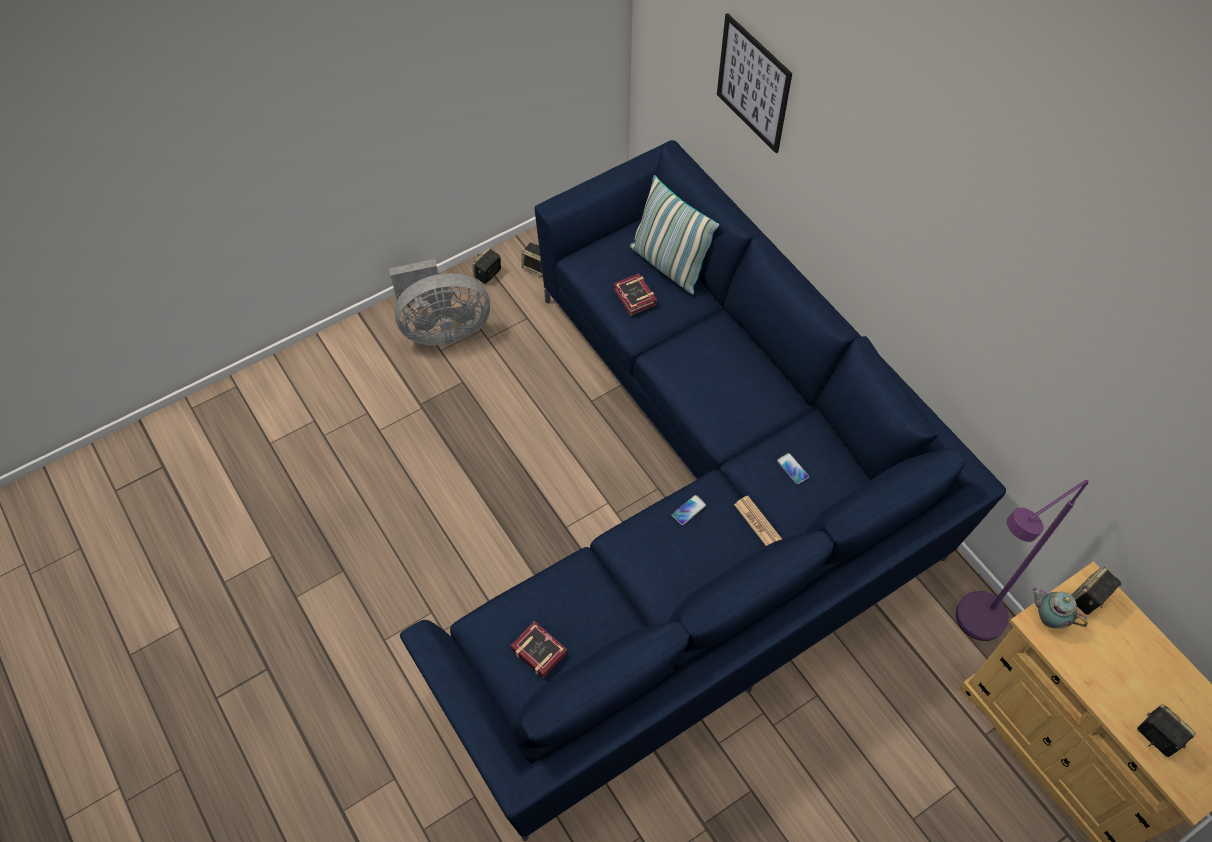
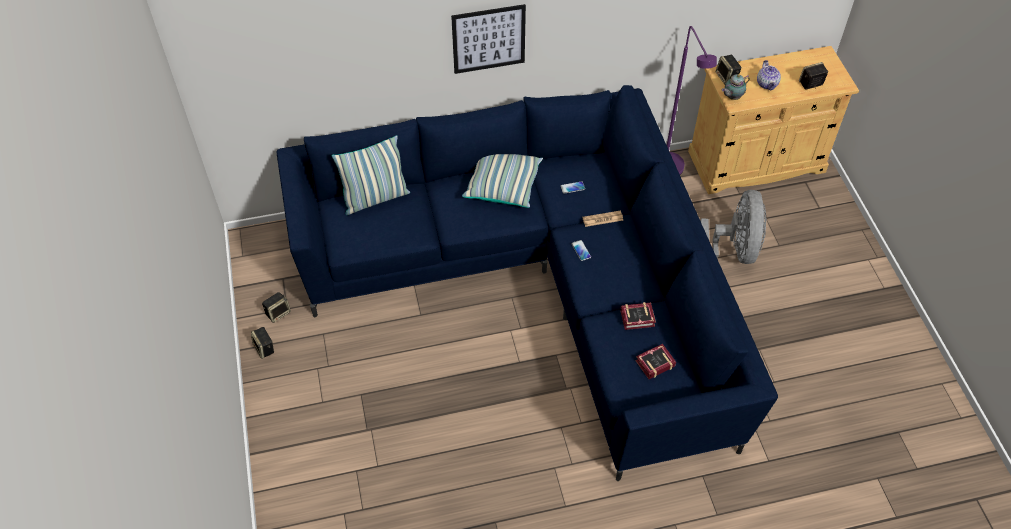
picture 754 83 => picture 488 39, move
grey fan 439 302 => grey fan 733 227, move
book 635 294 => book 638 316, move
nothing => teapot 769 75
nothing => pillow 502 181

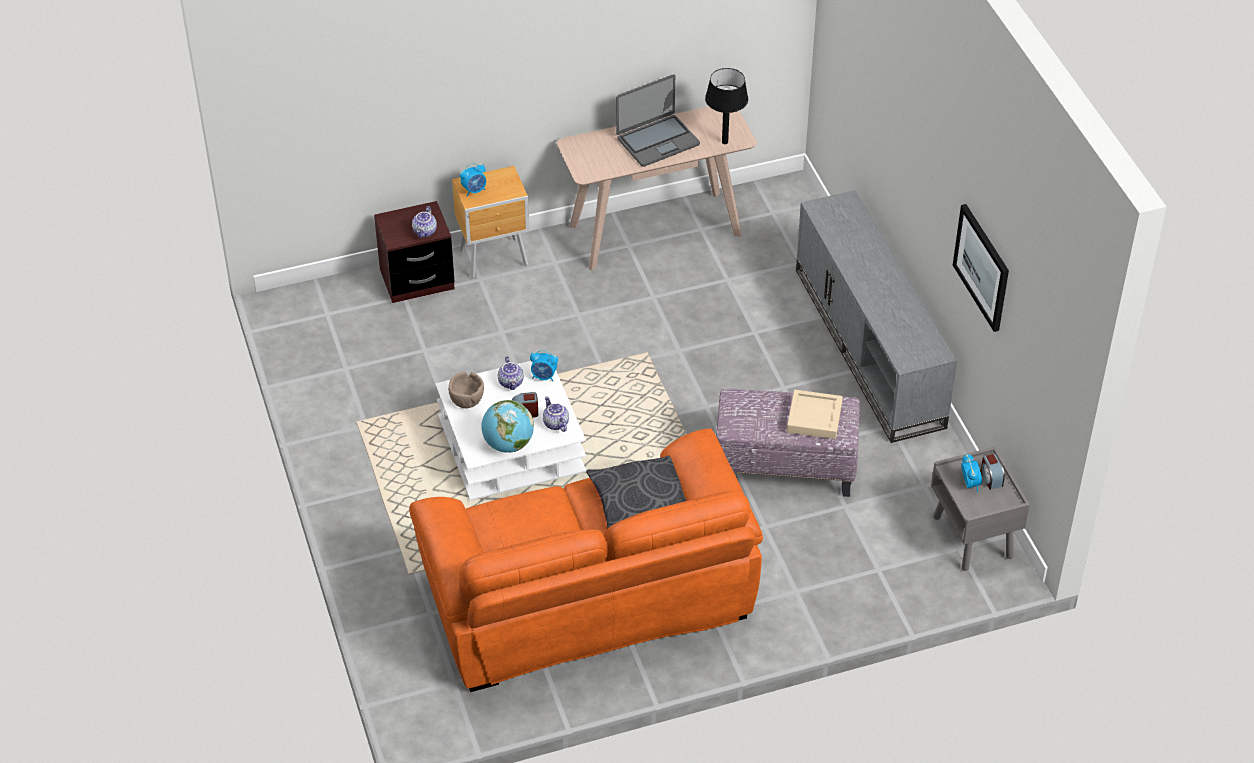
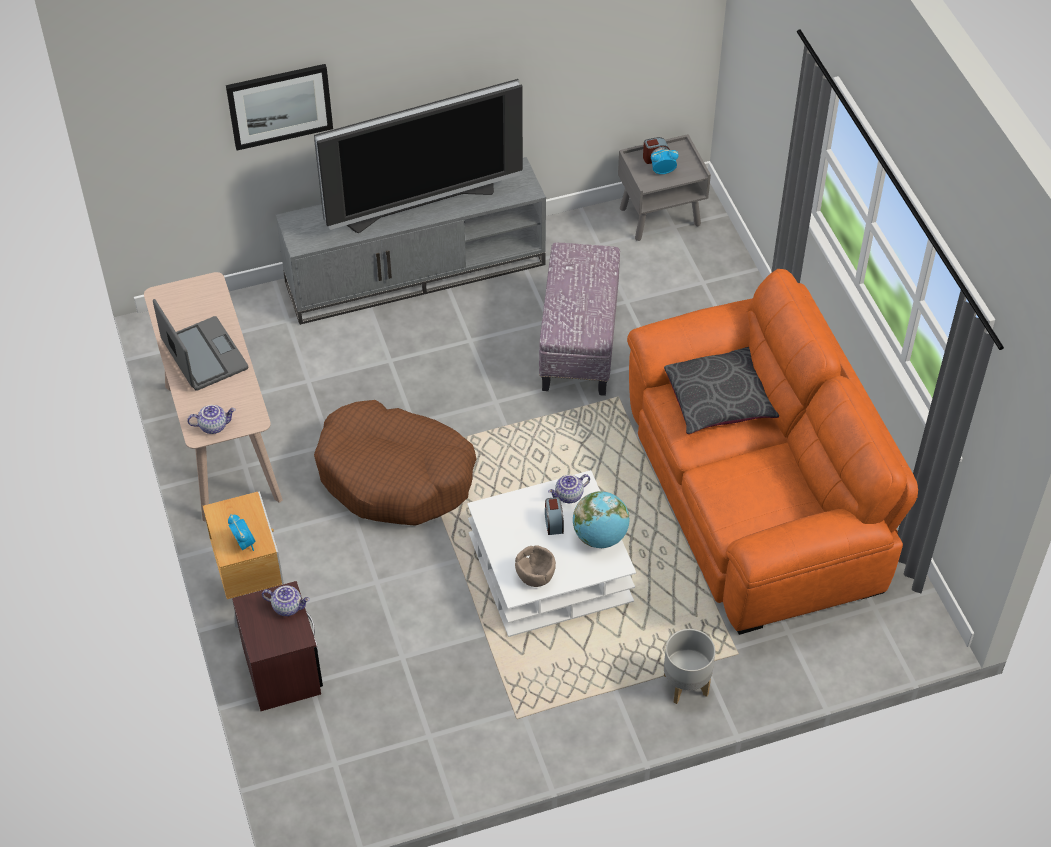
black table lamp 726 106 => nothing
picture 981 268 => picture 279 107, move
alarm clock 544 365 => nothing
teapot 511 373 => teapot 211 419, move
beige tray 815 414 => nothing
nothing => television 418 156
nothing => brown dog bed 395 463
nothing => grey planter 689 666

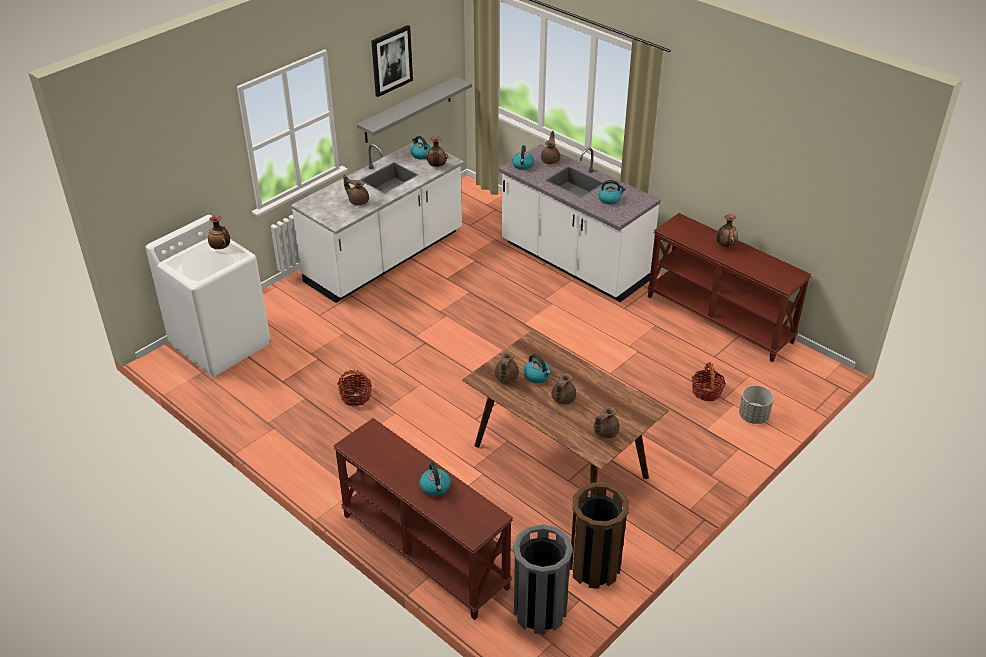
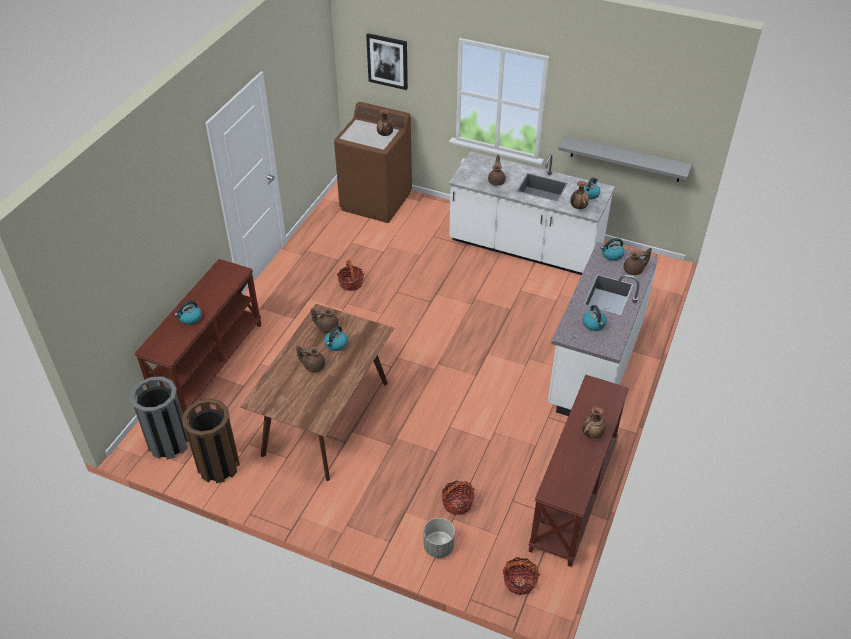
picture 392 61 => picture 387 61, move
white washing machine 208 296 => brown washing machine 373 162
brown teapot 606 422 => nothing
nothing => basket 521 576

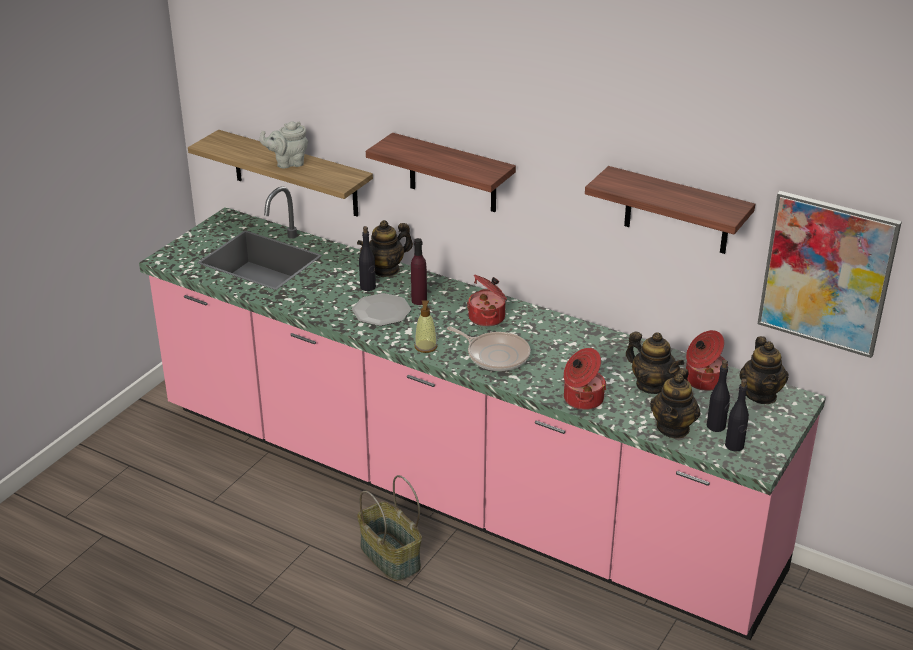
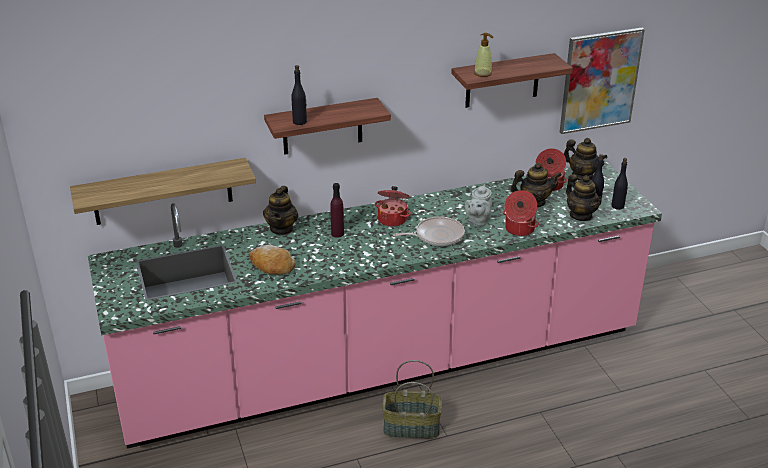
grey teapot 283 144 => grey teapot 478 205, move
black bottle 367 258 => black bottle 299 95, move
plate 381 309 => nothing
soap dispenser 425 326 => soap dispenser 484 55, move
nothing => bread 272 260

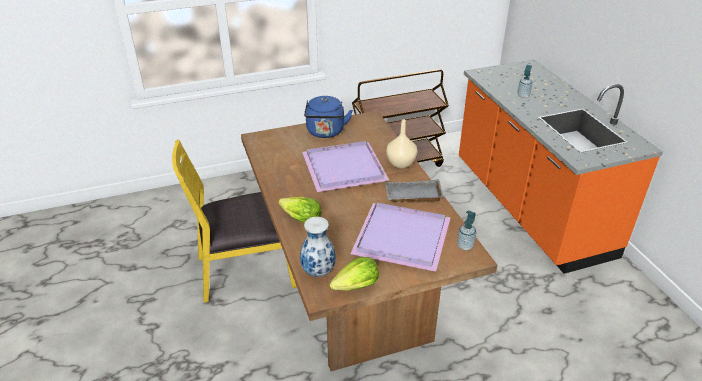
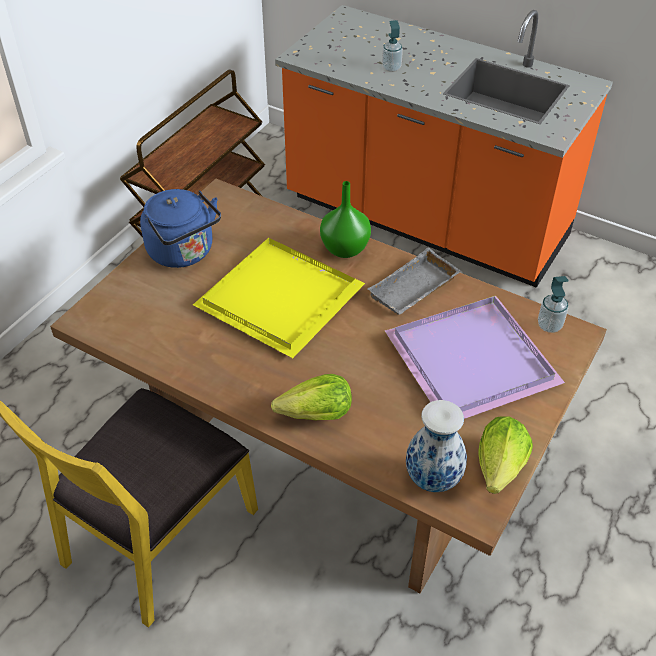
beige vase 401 144 => green vase 345 219
purple tray 346 166 => yellow tray 279 298

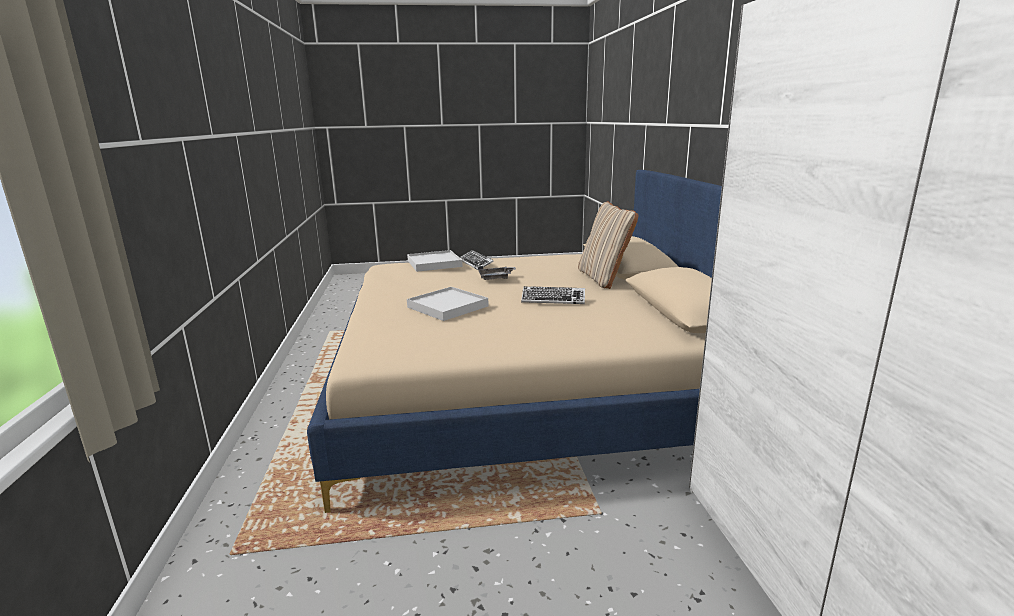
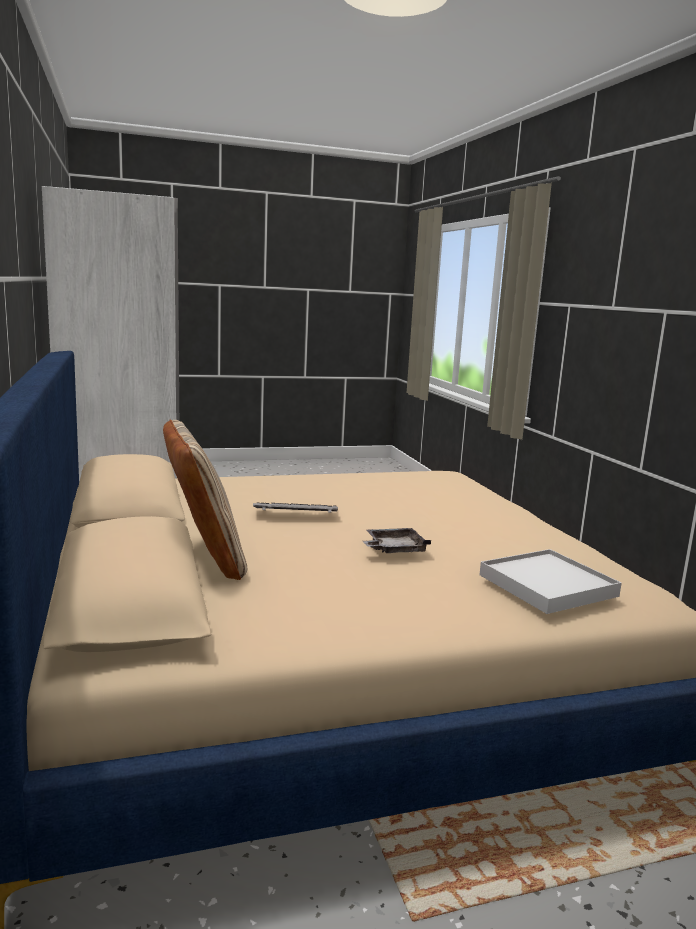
keyboard 477 260 => nothing
white tray 448 304 => nothing

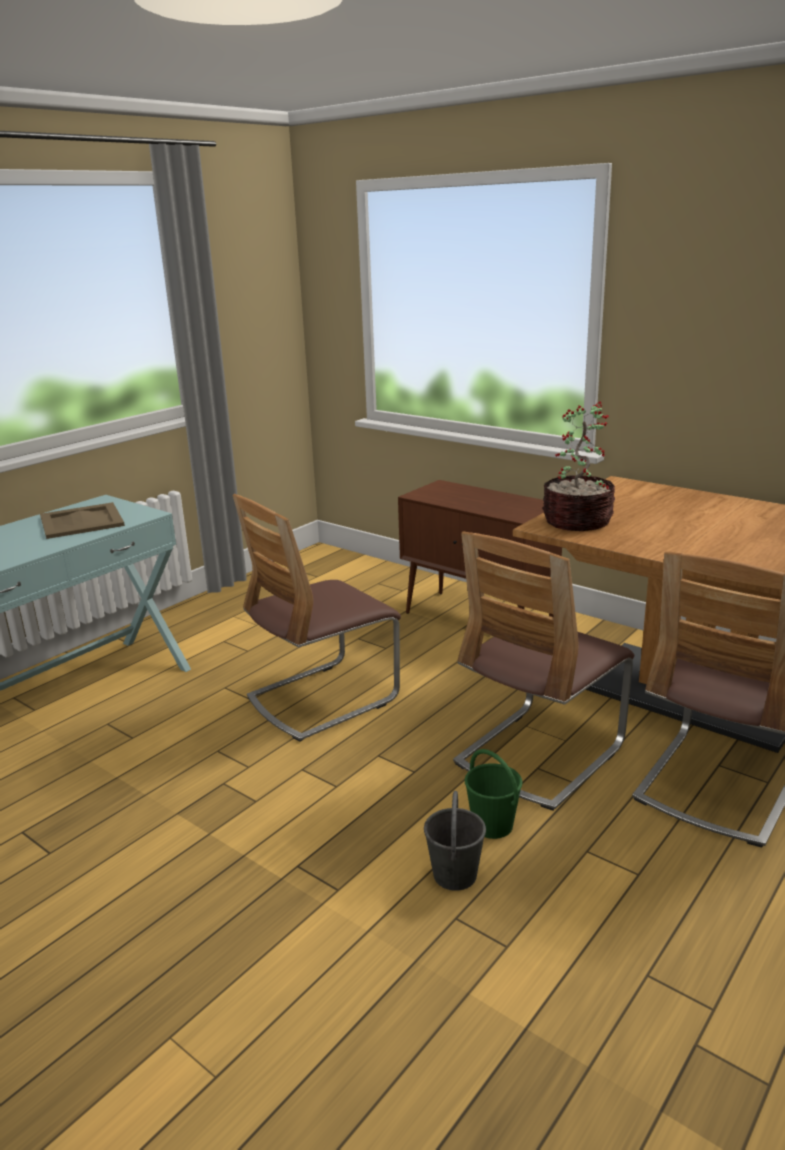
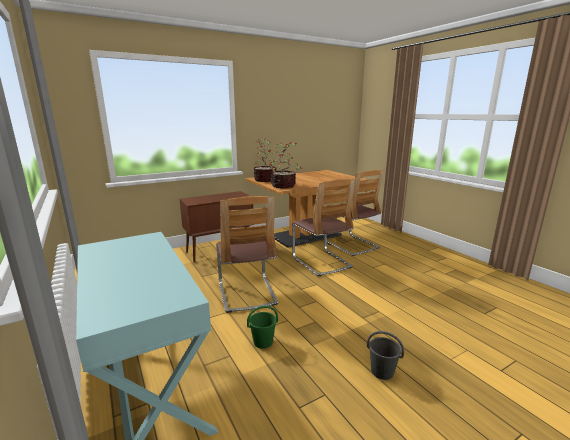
beige tray 82 520 => nothing
green bucket 494 794 => green bucket 262 327, move
grey bucket 455 841 => grey bucket 385 355, move
nothing => potted plant 265 160

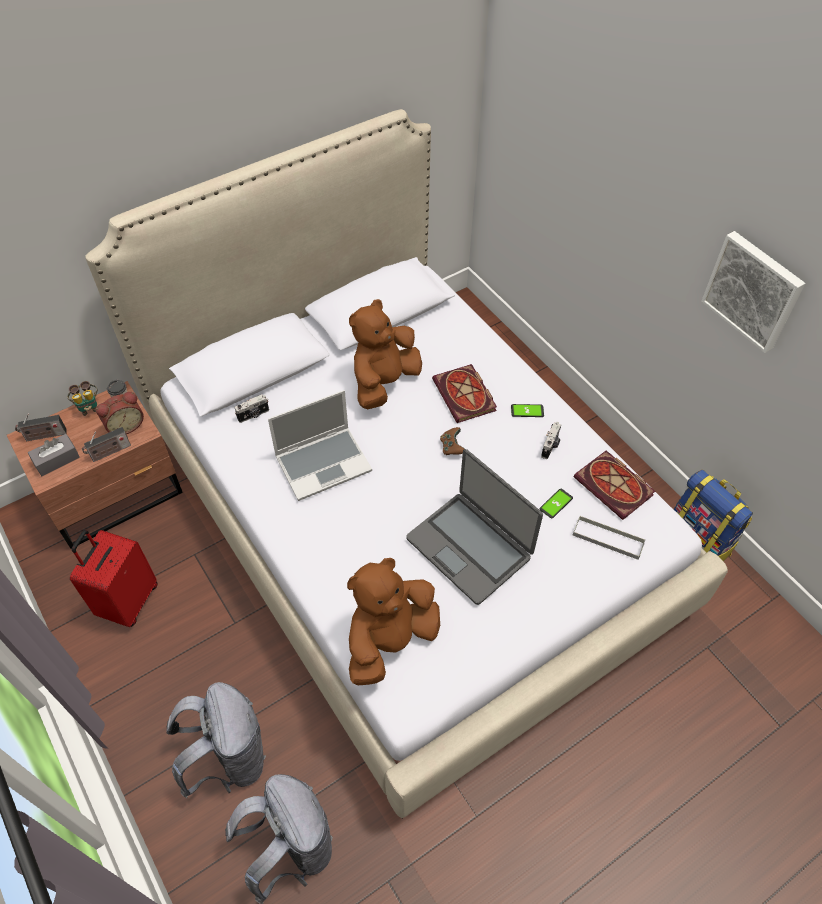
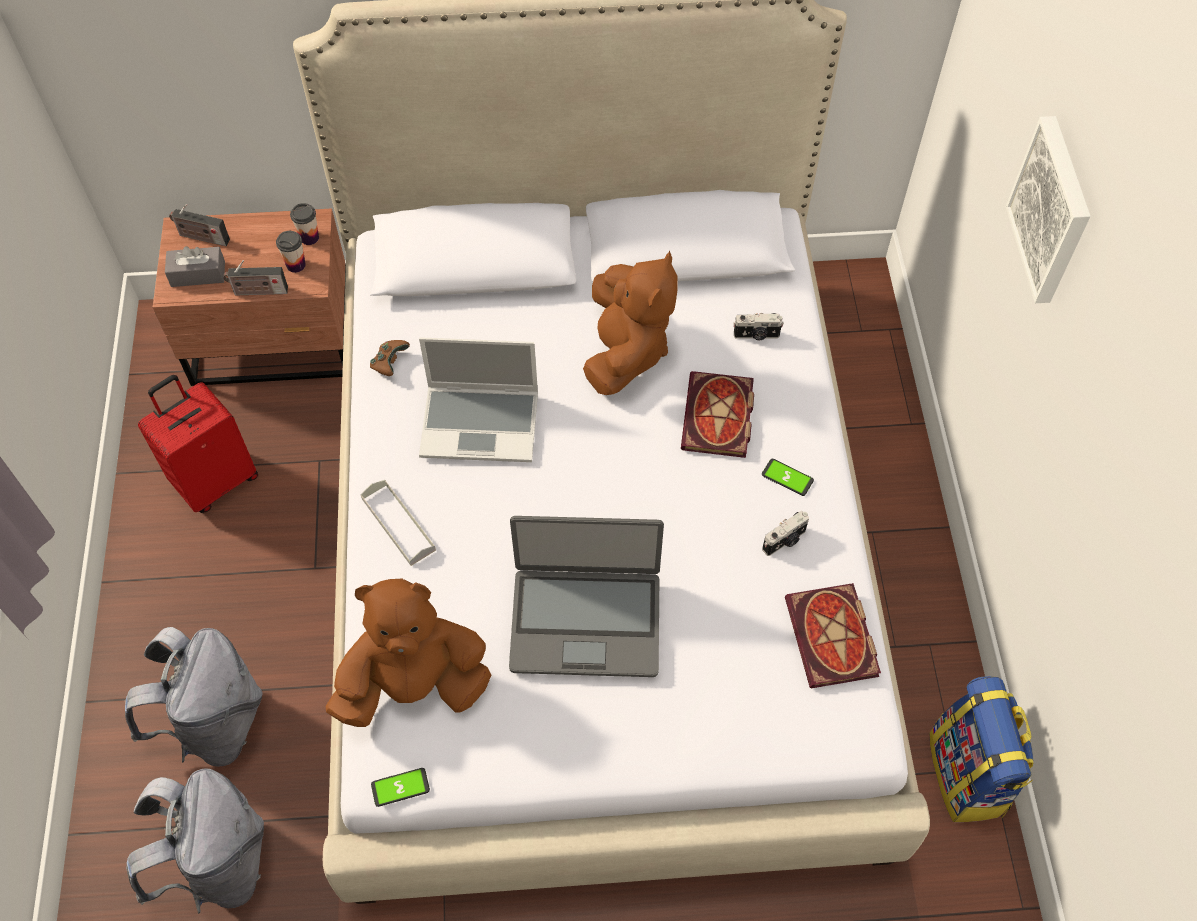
picture 753 292 => picture 1048 209, move
brown plush toy 385 354 => brown plush toy 630 322, 120 degrees clockwise
binoculars 82 398 => nothing
alarm clock 120 413 => cup 291 252
photo camera 251 408 => photo camera 758 326, move
brown game controller 452 441 => brown game controller 390 358, move
laptop 474 527 => laptop 586 596, 75 degrees counterclockwise
phone 556 503 => phone 400 787, move
grey tray 609 537 => grey tray 398 523, move

